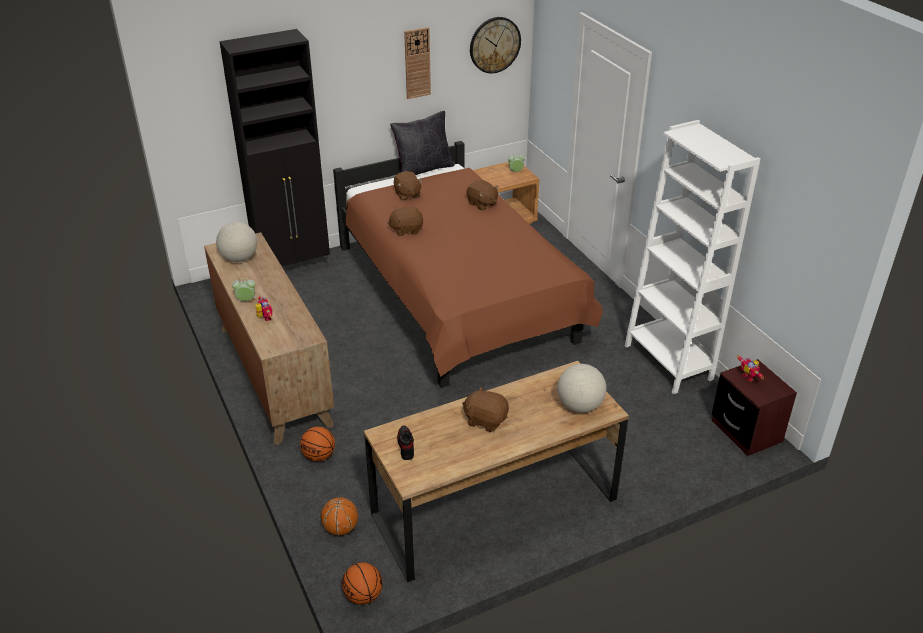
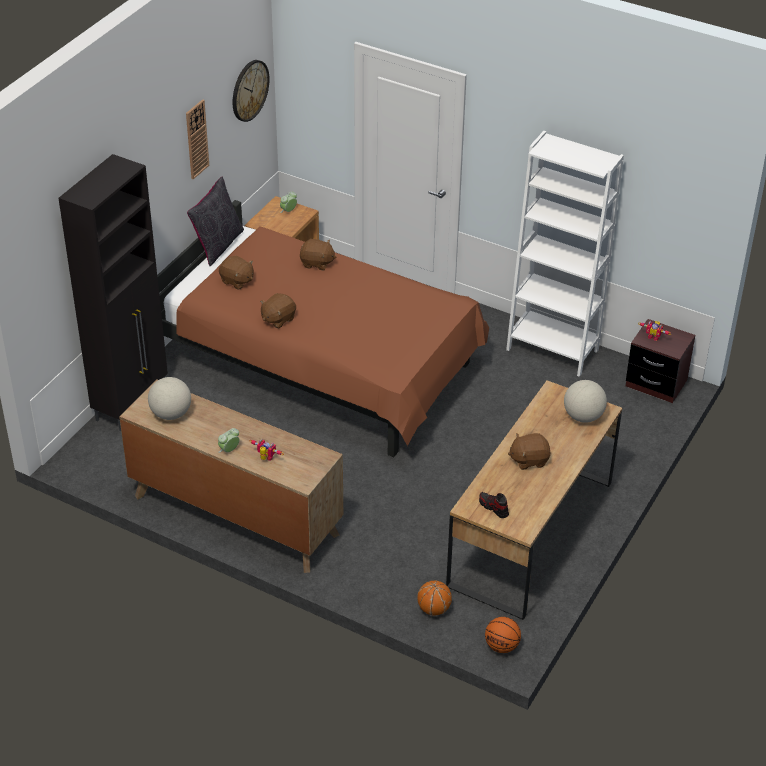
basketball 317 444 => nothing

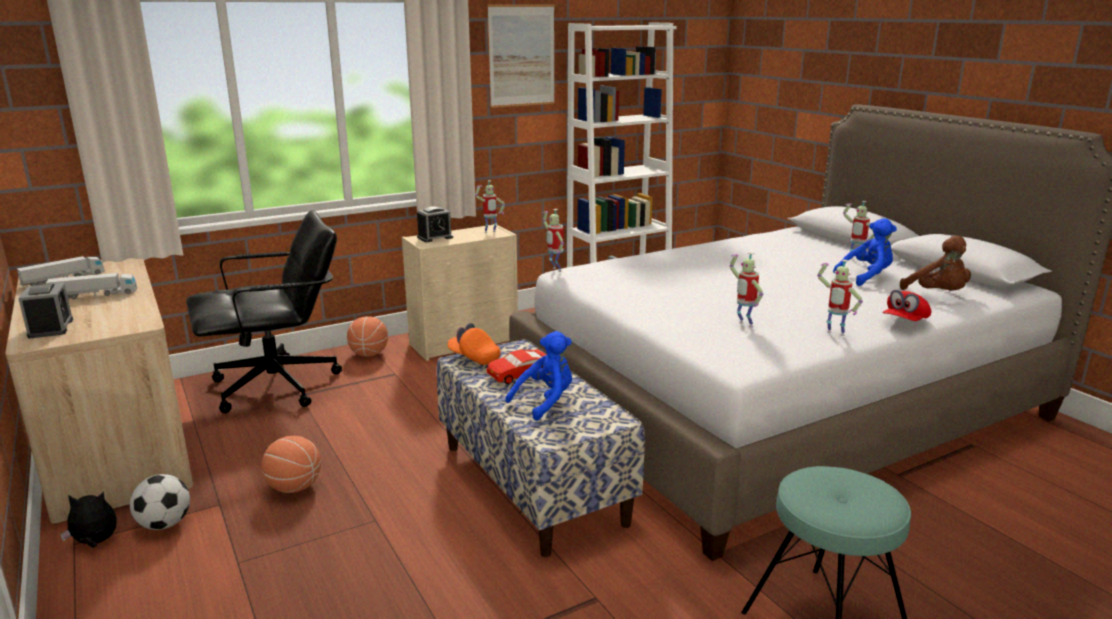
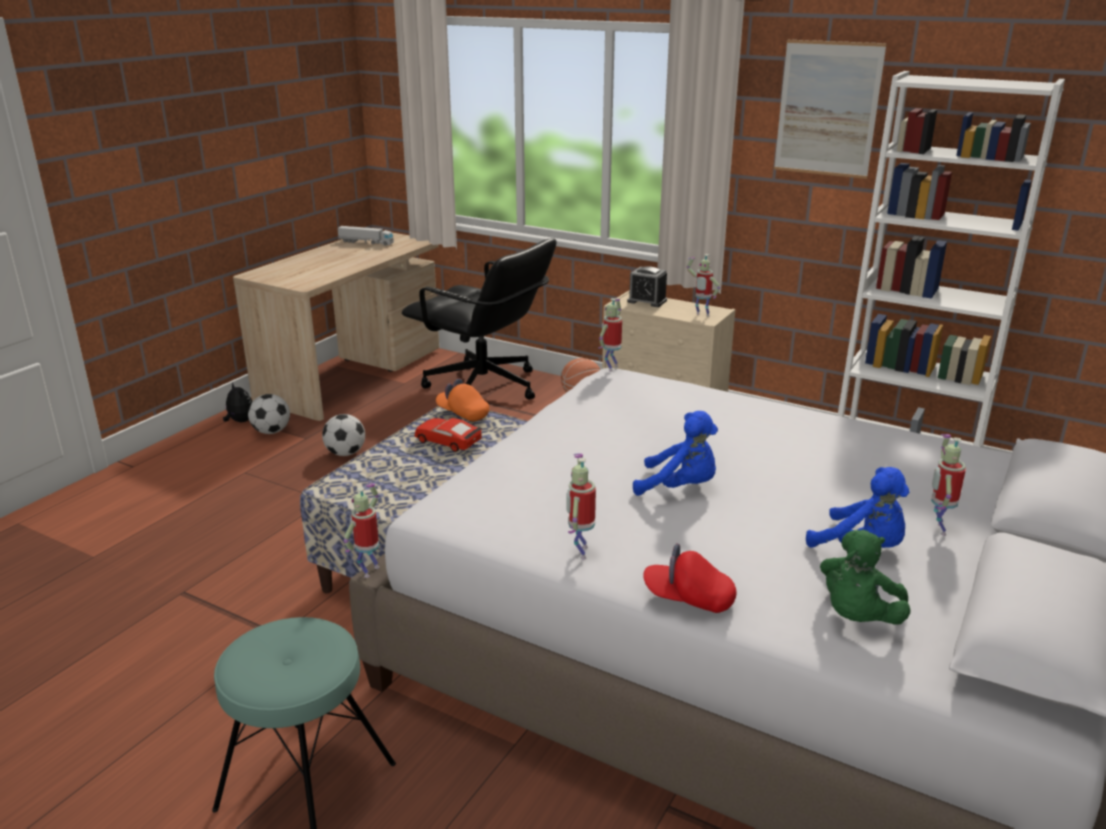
brown plush toy 935 263 => green plush toy 865 577
toy robot 746 290 => toy robot 361 530, move
toy truck 91 286 => nothing
alarm clock 45 310 => nothing
orange cap 474 344 => orange cap 462 400, 60 degrees counterclockwise
blue plush toy 538 376 => blue plush toy 675 453, move
basketball 291 464 => football 343 435

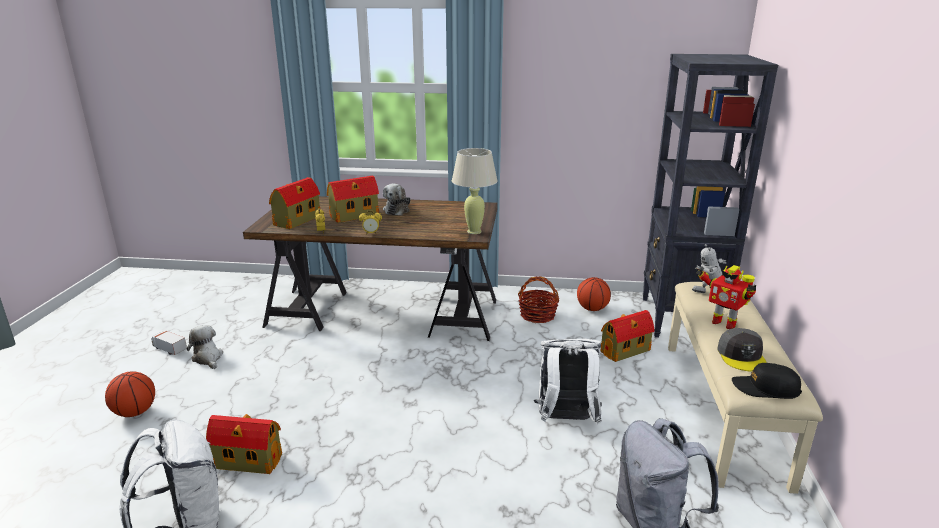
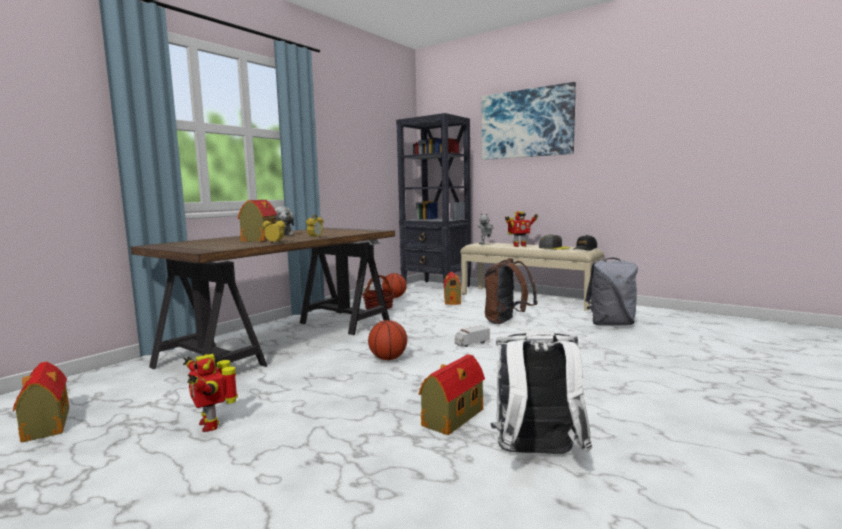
beige table lamp 475 191 => nothing
toy house 294 203 => toy house 41 402, move
plush toy 205 347 => toy robot 210 393
toy truck 169 343 => toy truck 472 336, move
white backpack 568 381 => brown backpack 511 291
basketball 130 394 => basketball 387 340, move
nothing => picture 529 121

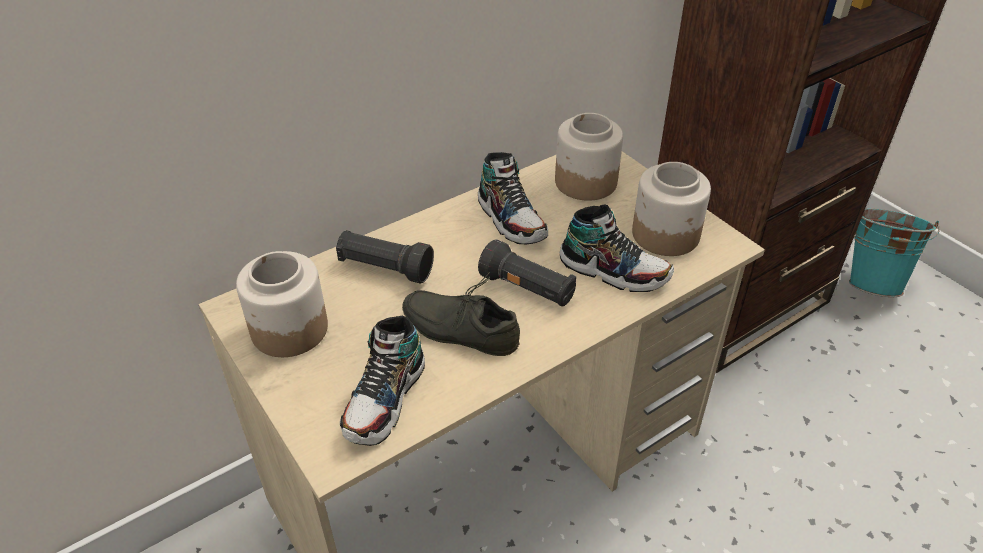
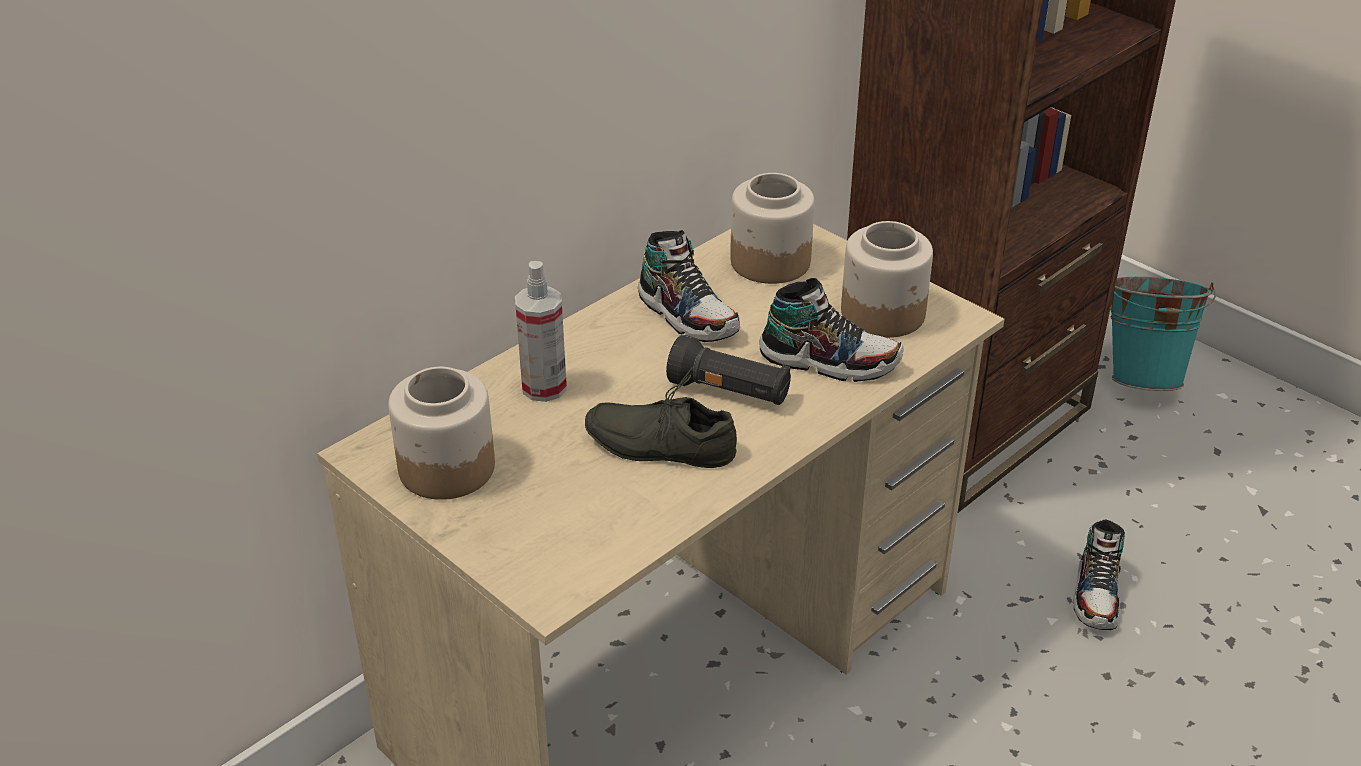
black flashlight 385 257 => spray bottle 541 331
shoe 382 380 => shoe 1099 574, move

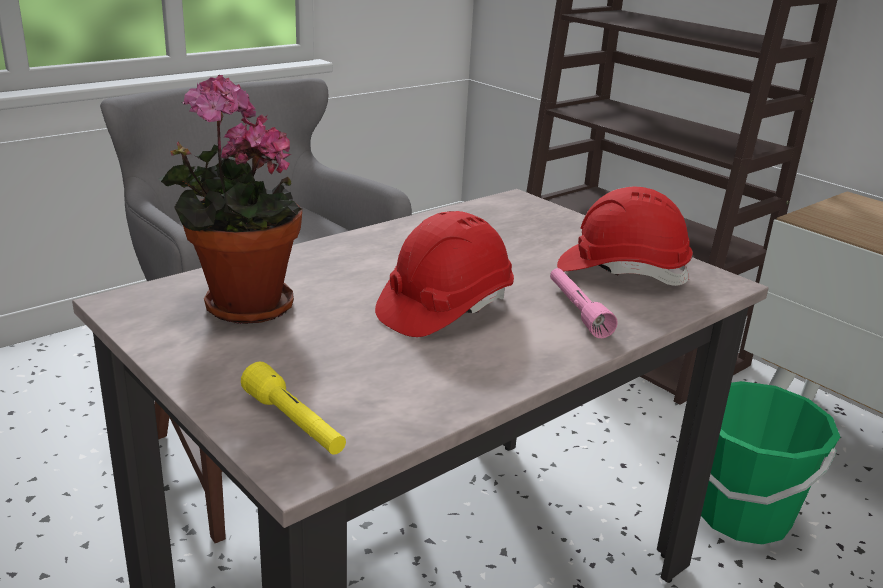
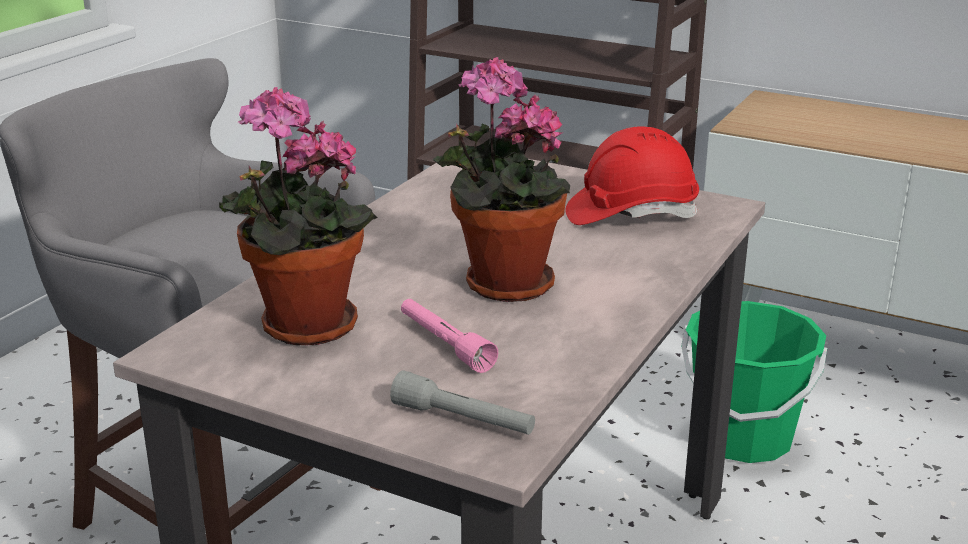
red hard hat 444 274 => potted plant 501 179
pink flashlight 584 303 => pink flashlight 449 336, move
yellow flashlight 293 408 => grey flashlight 462 403

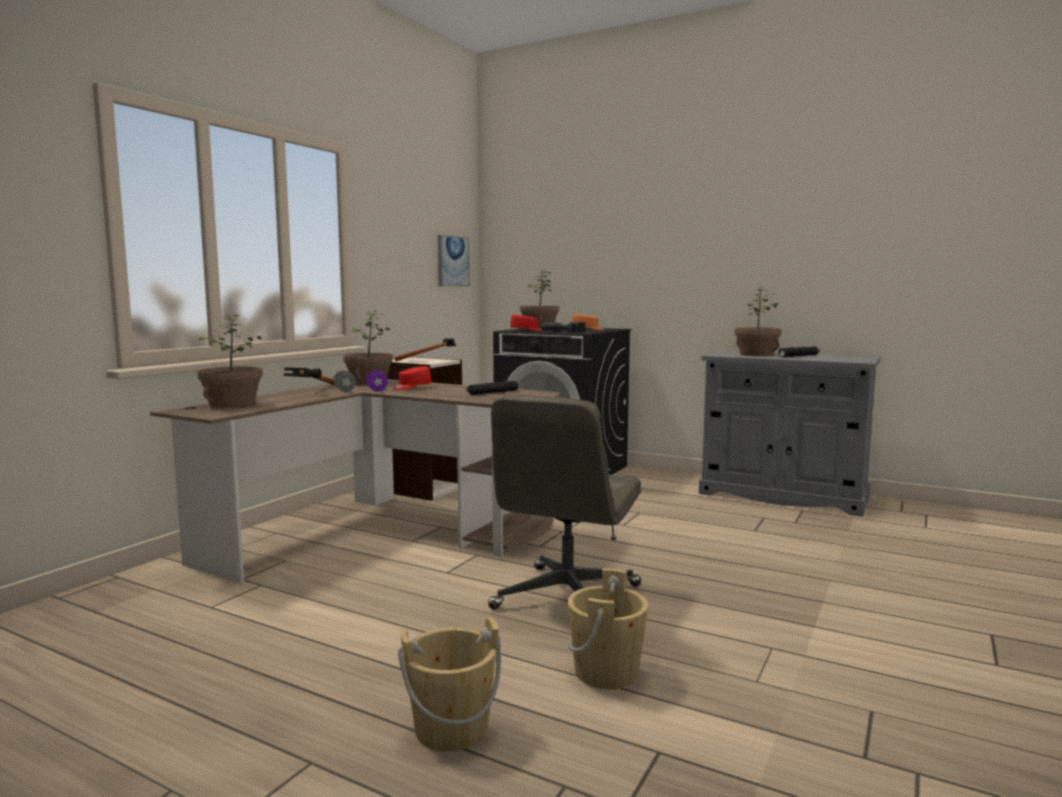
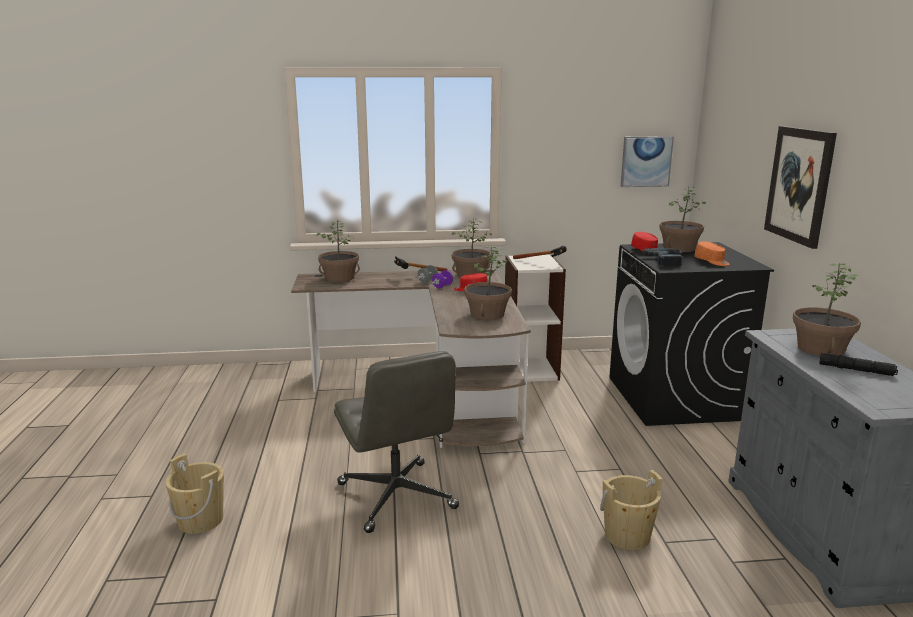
black flashlight 492 388 => potted plant 488 283
grey office chair 564 502 => grey office chair 396 442, 105 degrees counterclockwise
beige bucket 608 628 => beige bucket 631 510, move
nothing => picture 800 187

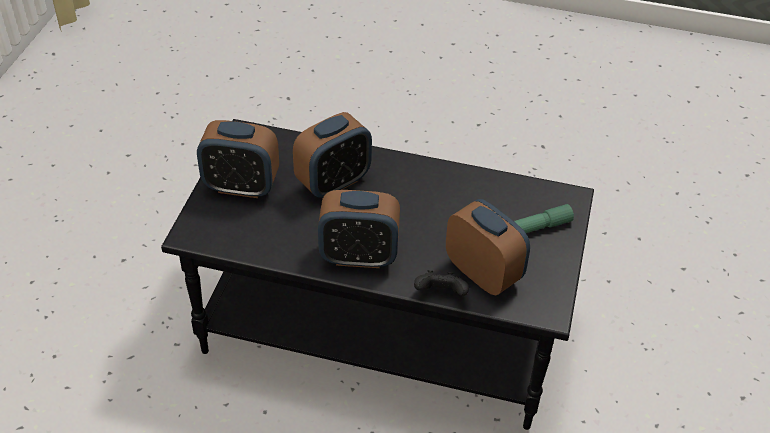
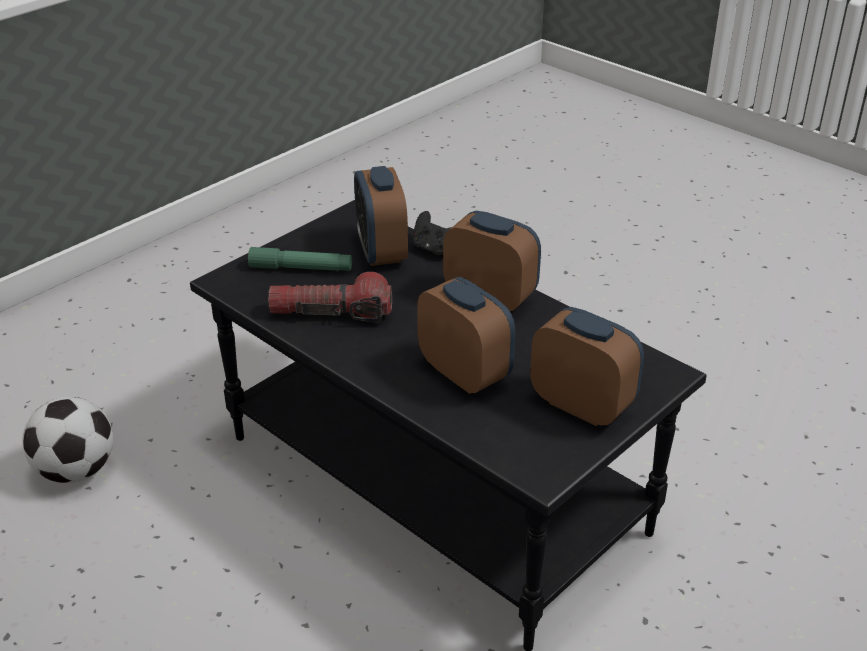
alarm clock 332 155 => alarm clock 466 335, 60 degrees clockwise
nothing => flashlight 330 297
nothing => football 68 440

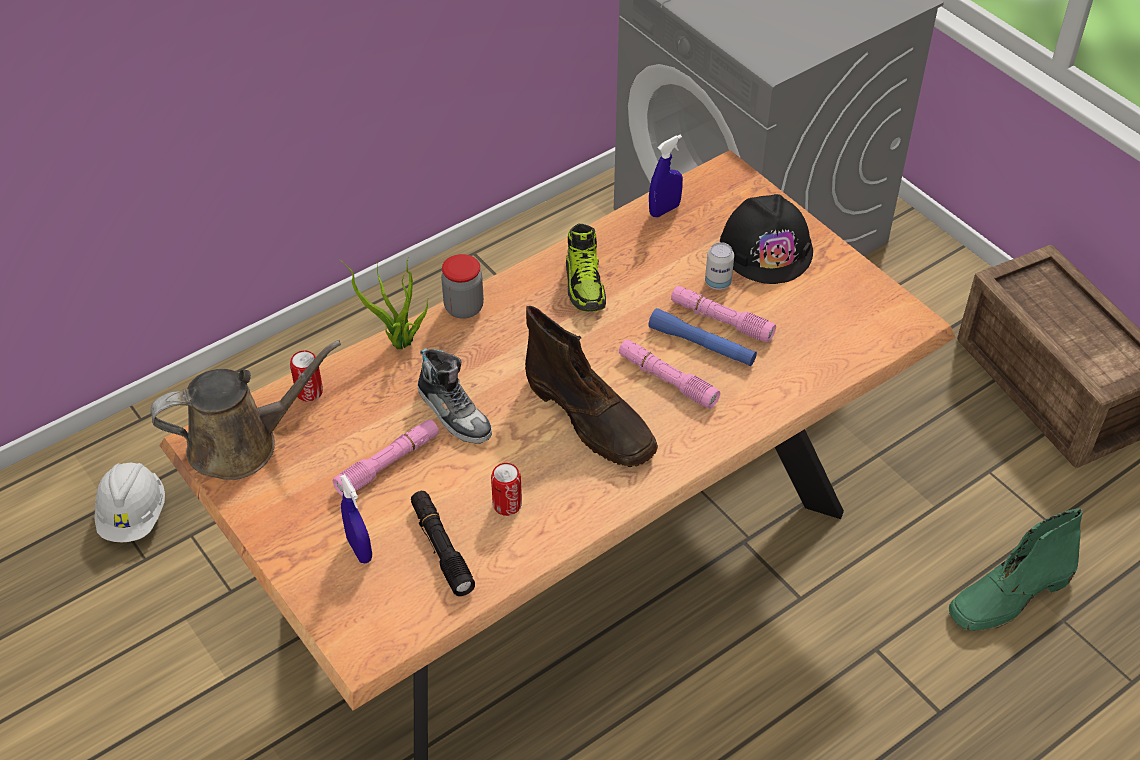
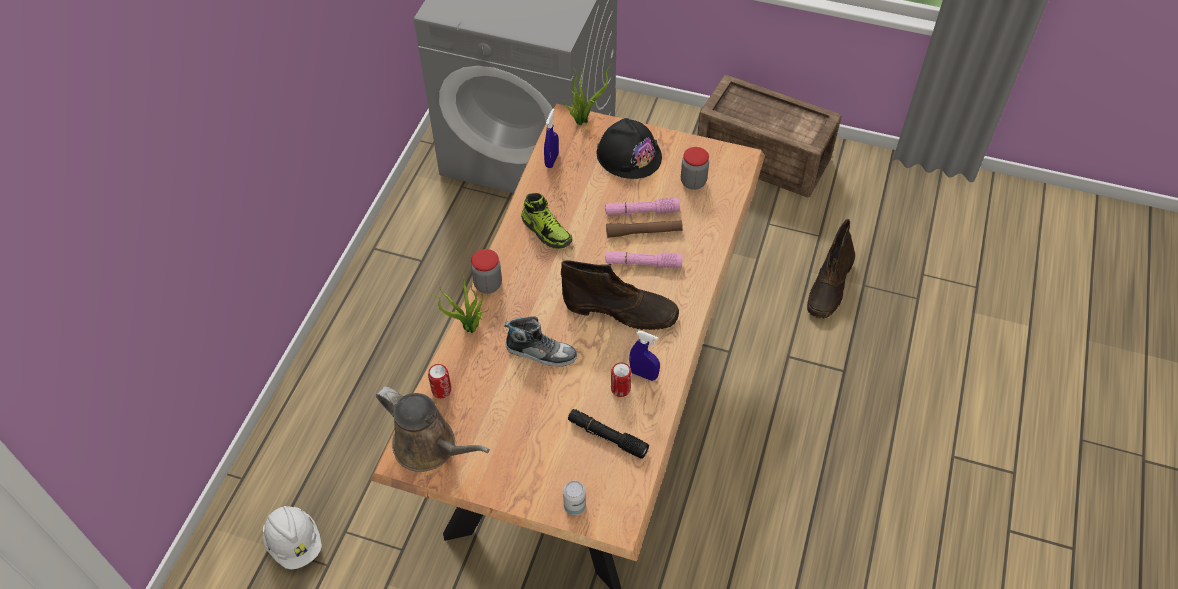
can 719 266 => can 574 498, move
blue flashlight 702 337 => brown flashlight 644 229
brown watering can 245 410 => brown watering can 433 429, 90 degrees clockwise
pink flashlight 386 457 => nothing
blue spray bottle 356 518 => blue spray bottle 644 356, move
green boot 1016 569 => brown boot 831 269
nothing => potted plant 589 93
nothing => jar 695 168

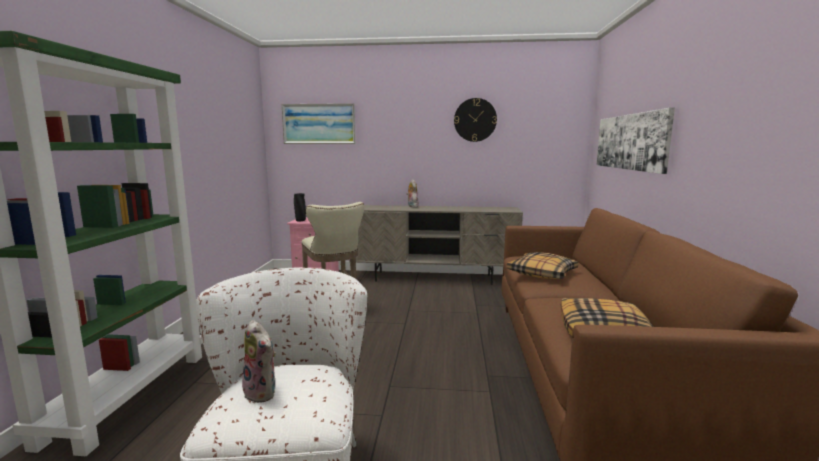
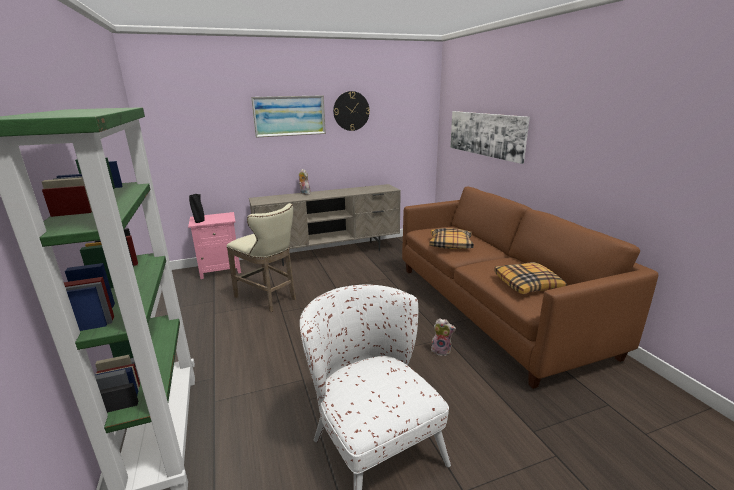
picture 319 123 => picture 288 116, move
plush toy 259 361 => plush toy 443 337, move

